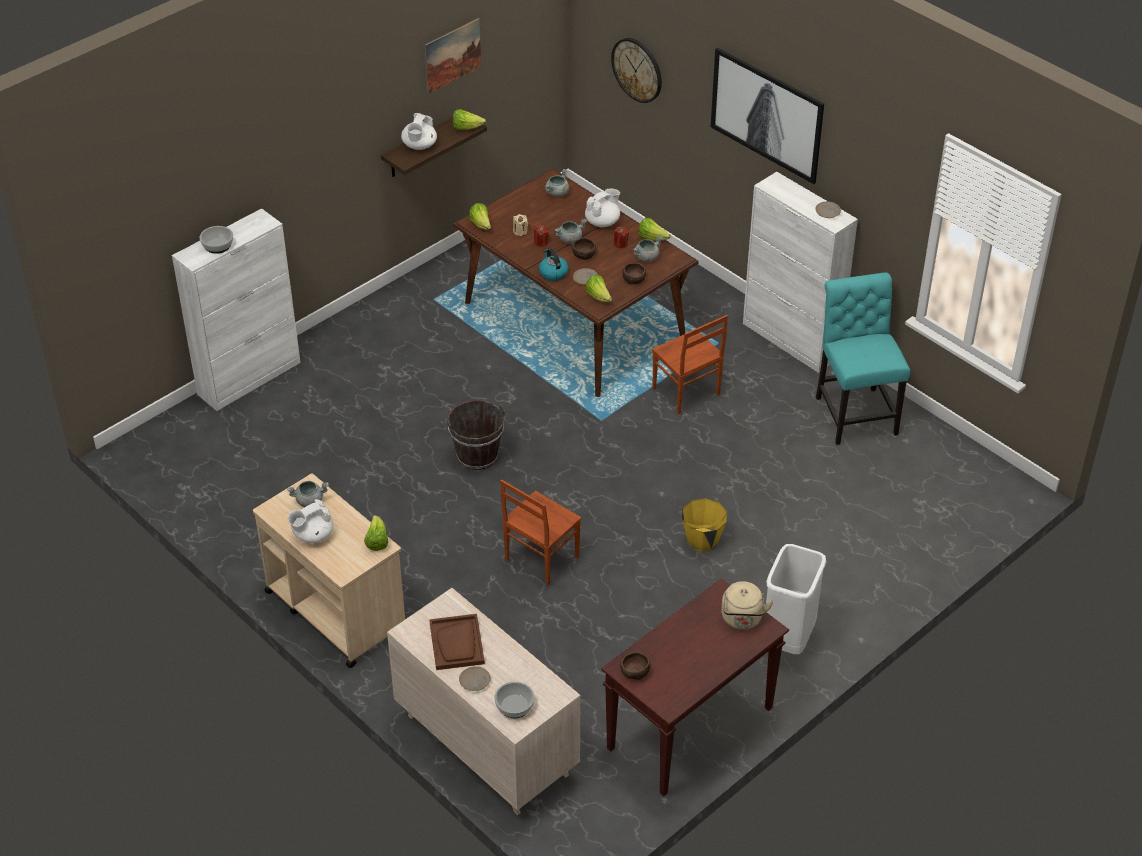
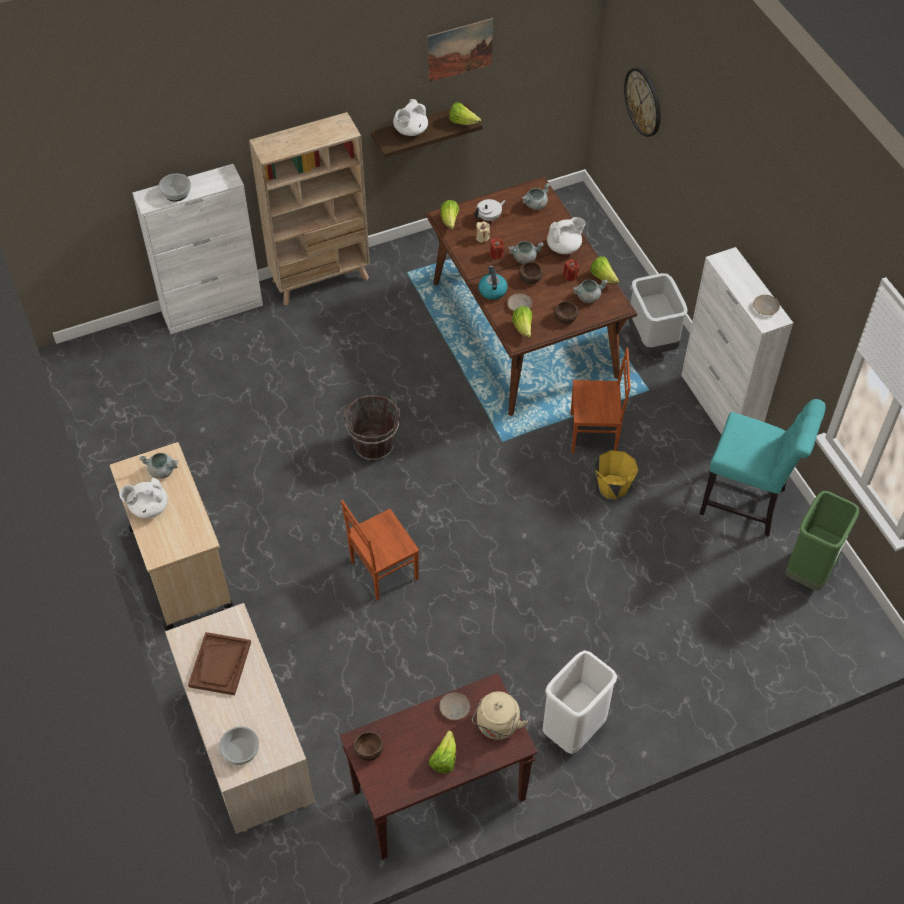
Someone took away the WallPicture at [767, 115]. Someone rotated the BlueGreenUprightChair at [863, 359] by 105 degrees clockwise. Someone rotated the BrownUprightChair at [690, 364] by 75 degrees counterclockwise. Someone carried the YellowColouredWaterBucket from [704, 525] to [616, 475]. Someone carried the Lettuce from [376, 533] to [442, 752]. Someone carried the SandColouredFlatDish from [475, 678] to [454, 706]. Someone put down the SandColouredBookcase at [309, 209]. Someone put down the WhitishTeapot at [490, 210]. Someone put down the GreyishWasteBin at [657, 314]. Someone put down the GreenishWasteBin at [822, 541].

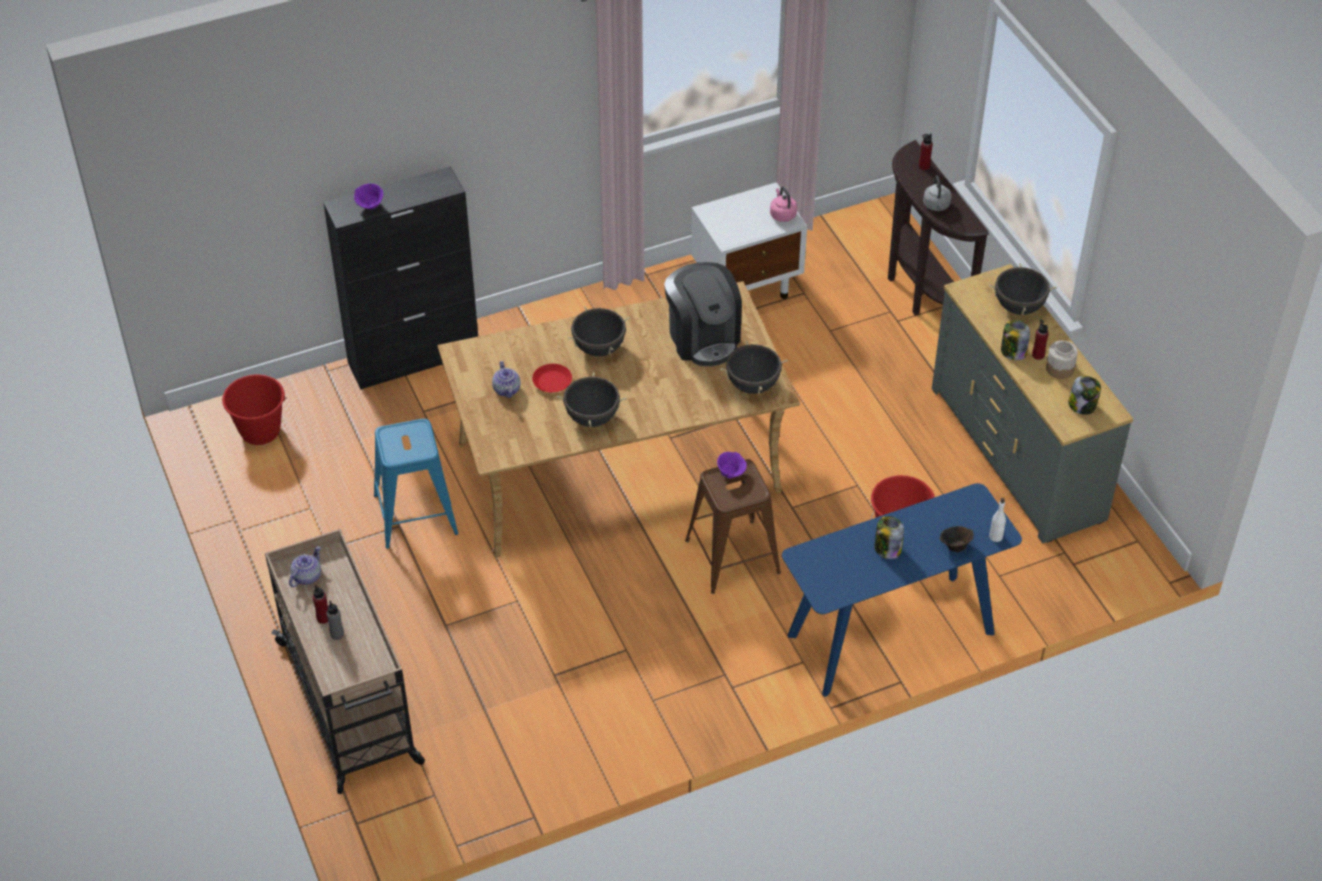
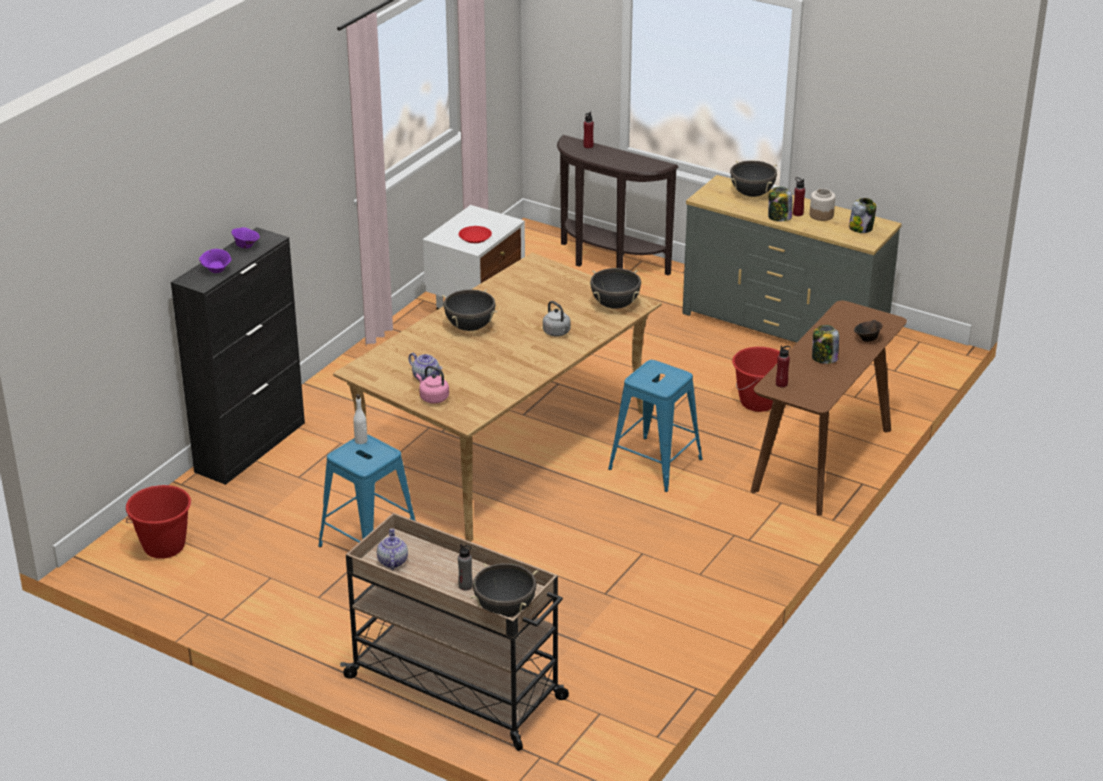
Someone carried the GreyishWaterKettle from [937, 193] to [557, 319]. Someone carried the PinkishWaterKettle from [783, 204] to [432, 385]. Someone took away the CoffeeMachine at [703, 314]. Someone carried the RedColouredFlatDish from [552, 378] to [475, 234]. Someone carried the BlackishStockpot from [591, 400] to [504, 590]. Someone carried the PurpleServingBowl from [732, 465] to [245, 238]. Someone repainted the BrownStoolSeat at [733, 526], which became the BlueColouredStoolSeat at [655, 426]. Someone repainted the BlueColouredHallTable at [902, 590], which became the BrownHallTable at [829, 408]. Someone carried the WhitishDrinkBottle from [997, 520] to [360, 419]. Someone carried the RedColouredDrinkBottle from [320, 604] to [783, 366].

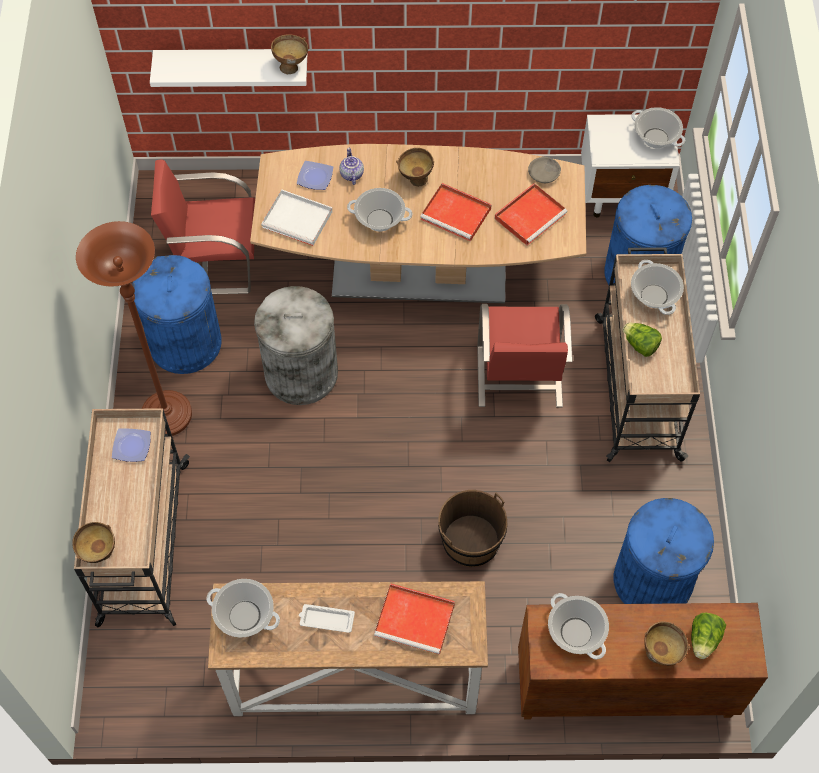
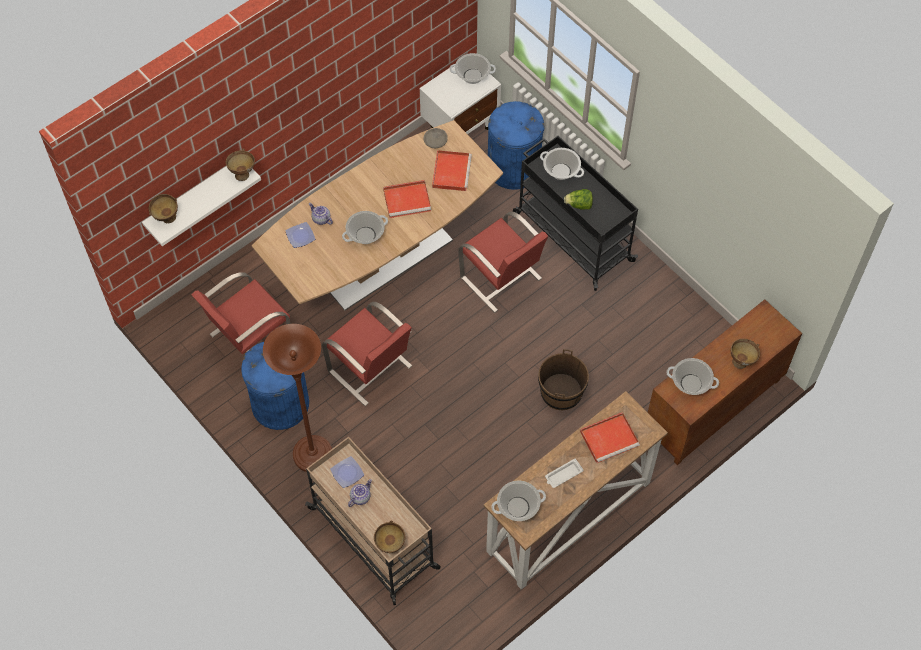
Someone carried the BrownServingBowl from [415, 167] to [163, 208]. Someone took away the WhitishTray at [296, 217]. Someone repainted the SandColouredCart at [647, 355], which became the BlackishCart at [575, 213]. Someone swapped the GreyishWasteBin at [296, 345] for the RedColouredUprightChair at [367, 354]. Someone took away the BlueColouredWasteBin at [664, 551]. Someone took away the Lettuce at [708, 636]. Someone put down the Teapot at [360, 493].

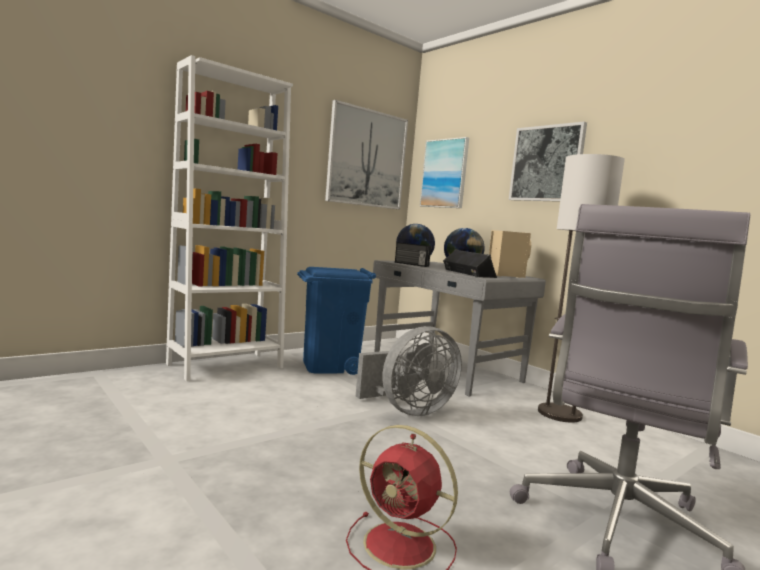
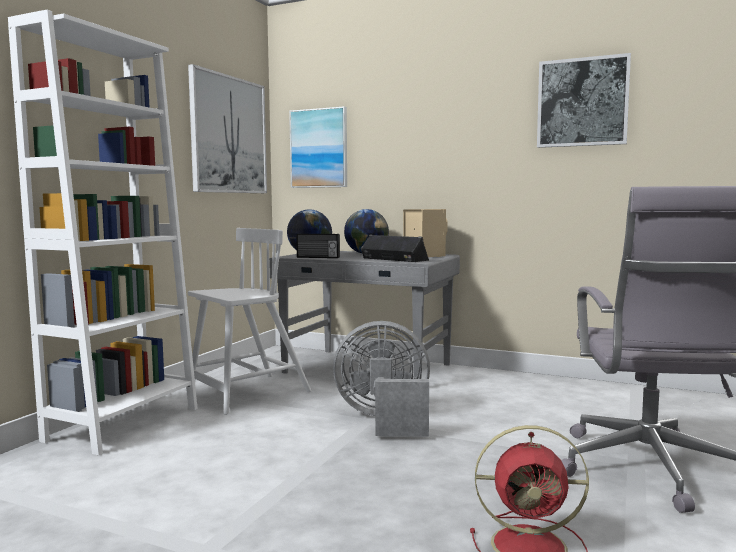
Someone carried the WallPicture from [548, 162] to [584, 100]. Someone took away the StandardLamp at [581, 288]. Someone swapped the BlueColouredWasteBin at [336, 321] for the WhitishUprightChair at [249, 321]. Someone rotated the GreyishCoolingFan at [409, 371] by 120 degrees counterclockwise.

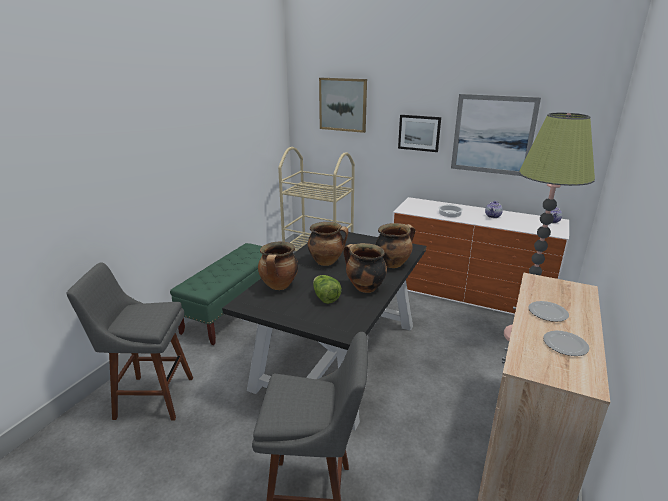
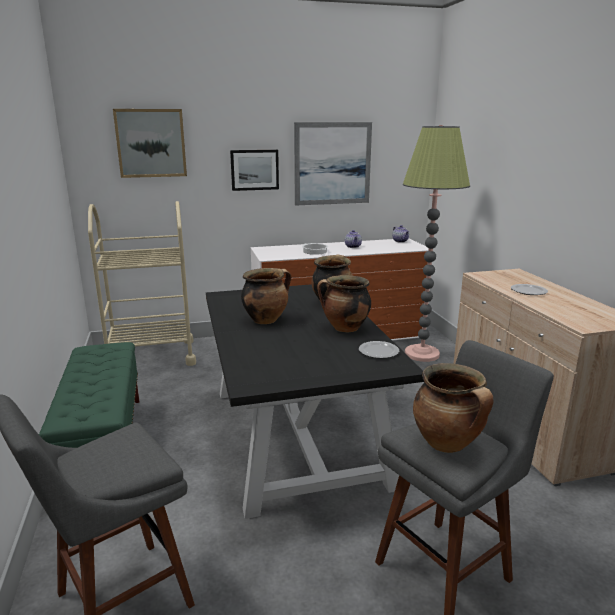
Someone carried the Stockpot from [278, 266] to [453, 408]. Someone took away the Lettuce at [327, 289]. Someone carried the FlatDish from [566, 343] to [379, 349].

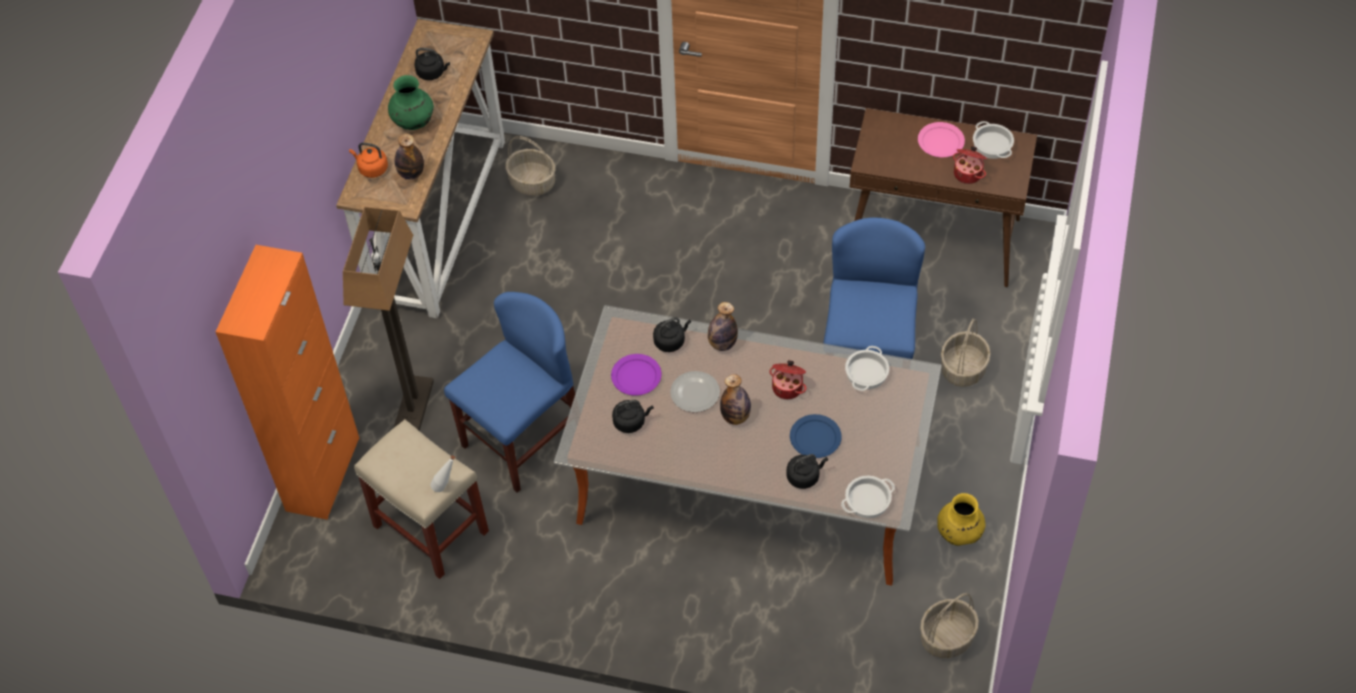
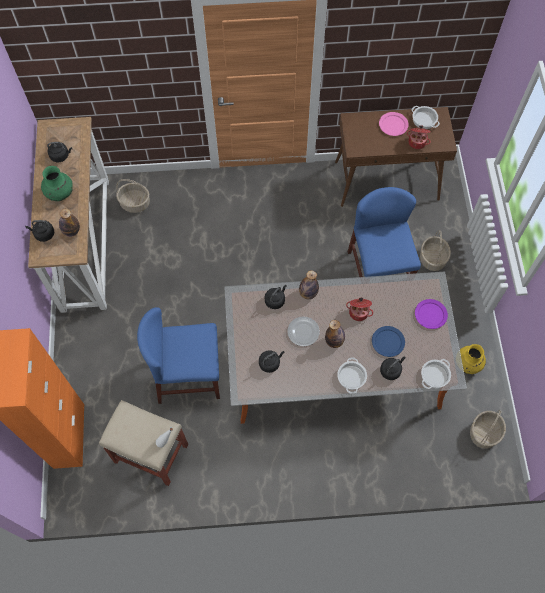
Someone repainted the OrangeyWaterKettle at [368, 160], which became the BlackishWaterKettle at [39, 231]. Someone took away the StandardLamp at [388, 319]. Someone rotated the BlueColouredUprightChair at [509, 392] by 120 degrees counterclockwise. Someone carried the Stockpot from [867, 368] to [352, 375]. Someone carried the PurpleFlatDish from [636, 375] to [431, 314].

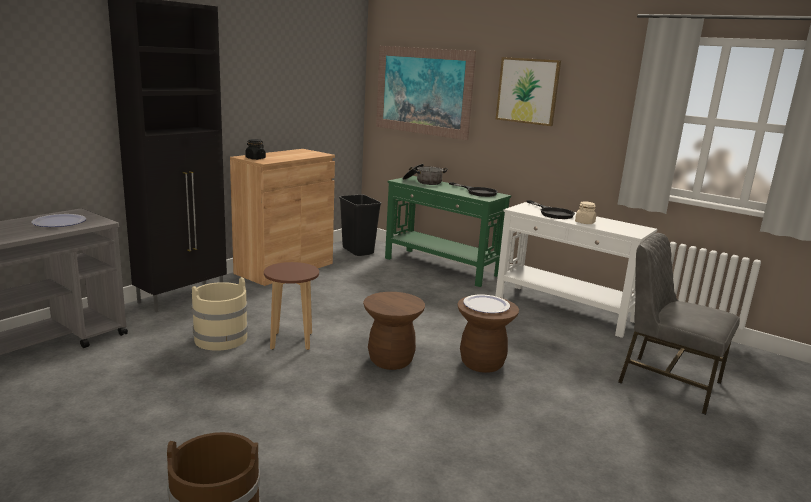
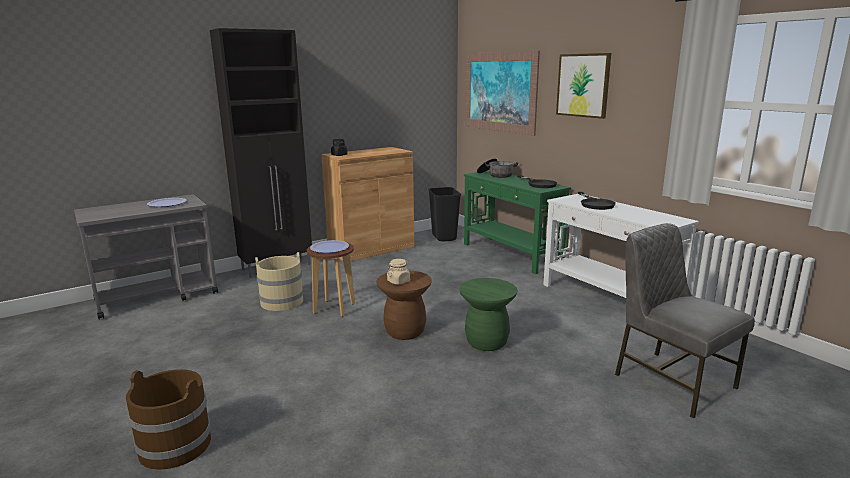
Someone carried the SandColouredJar from [585, 212] to [398, 272]. Someone carried the FlatDish from [486, 303] to [329, 246]. Someone repainted the BrownStoolSeat at [488, 334], which became the GreenishStoolSeat at [488, 314].

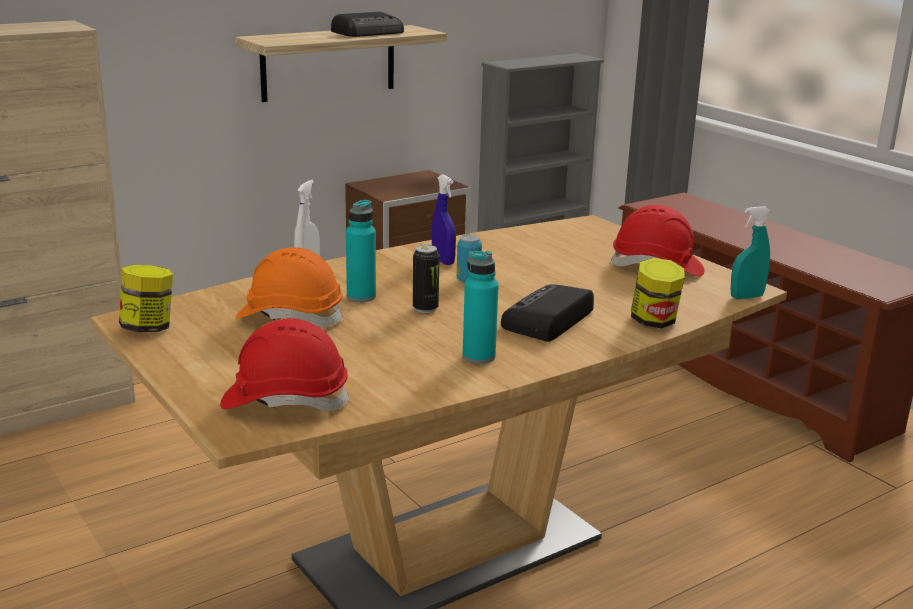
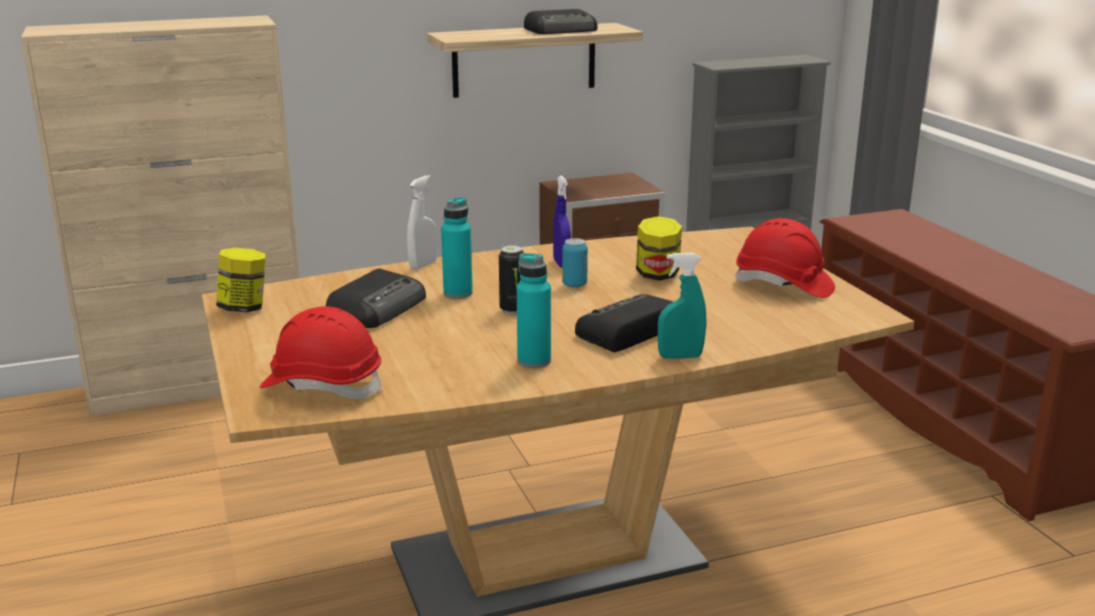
Someone carried the BlueGreenSprayBottle from [751, 252] to [682, 306]. Someone swapped the OrangeyWorkHelmet at [290, 287] for the RadioSet at [376, 298]. Someone carried the Jar from [658, 293] to [659, 248].

